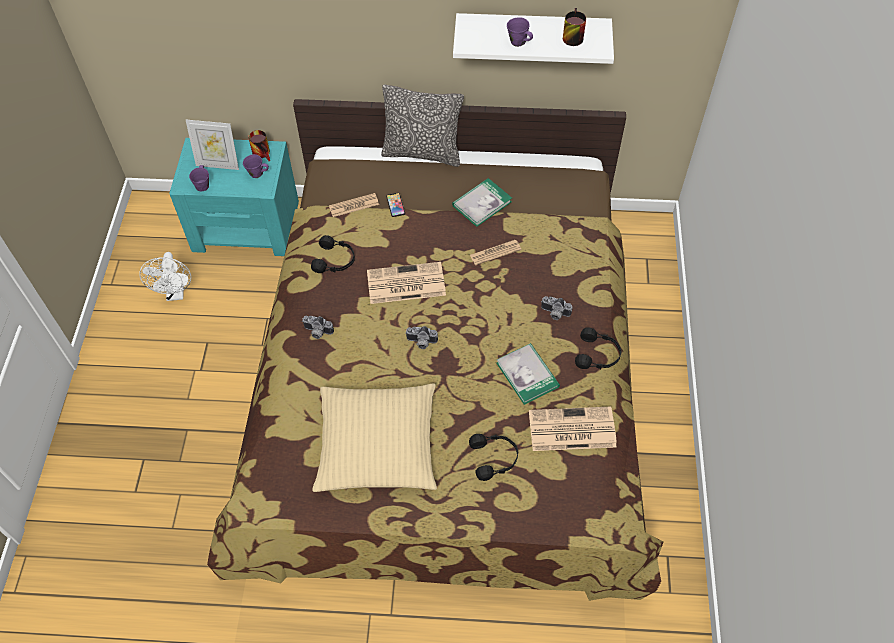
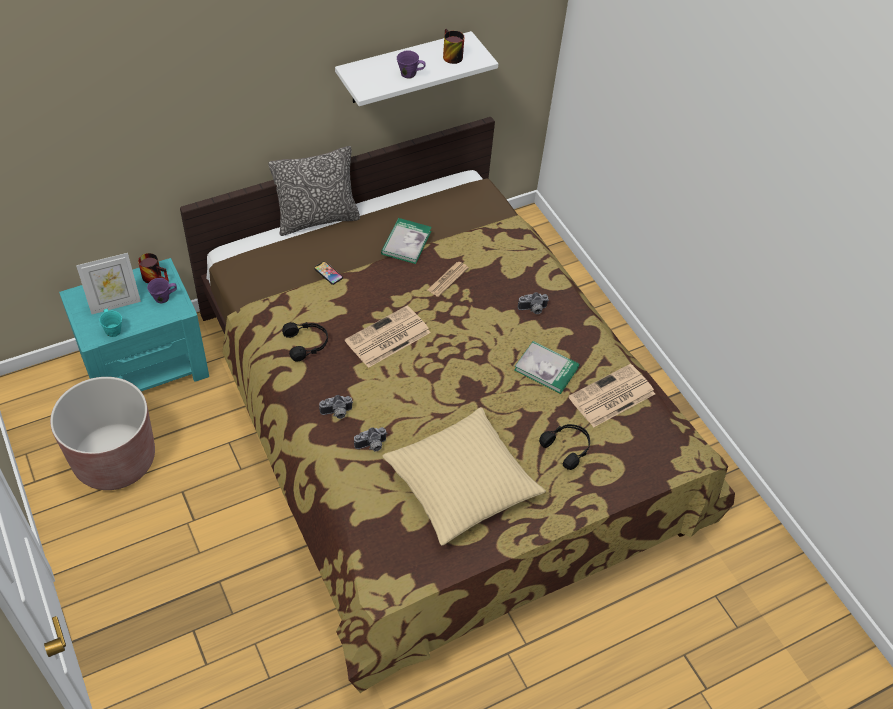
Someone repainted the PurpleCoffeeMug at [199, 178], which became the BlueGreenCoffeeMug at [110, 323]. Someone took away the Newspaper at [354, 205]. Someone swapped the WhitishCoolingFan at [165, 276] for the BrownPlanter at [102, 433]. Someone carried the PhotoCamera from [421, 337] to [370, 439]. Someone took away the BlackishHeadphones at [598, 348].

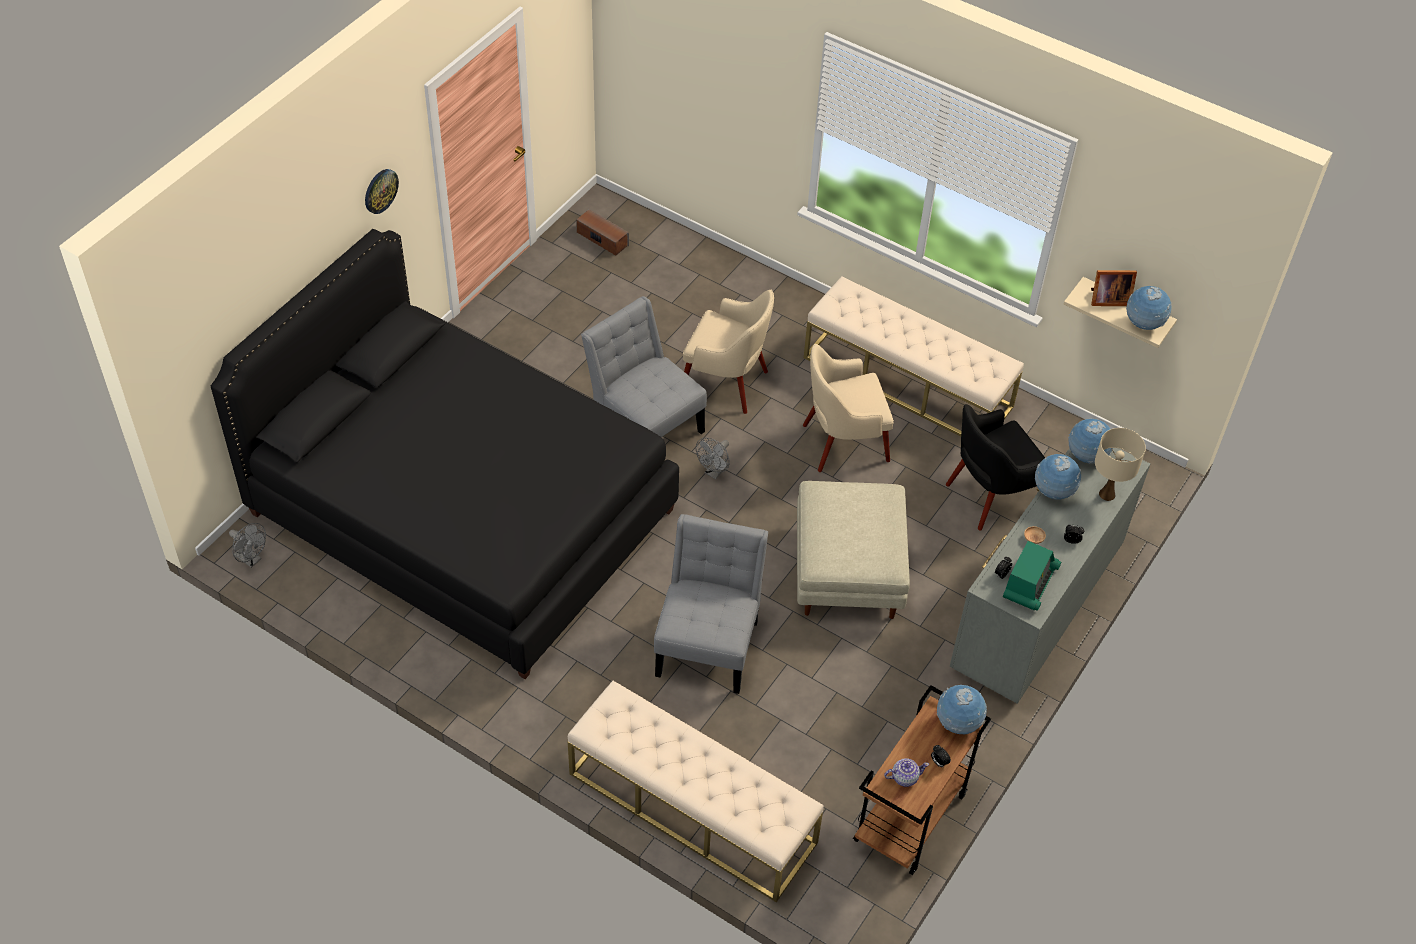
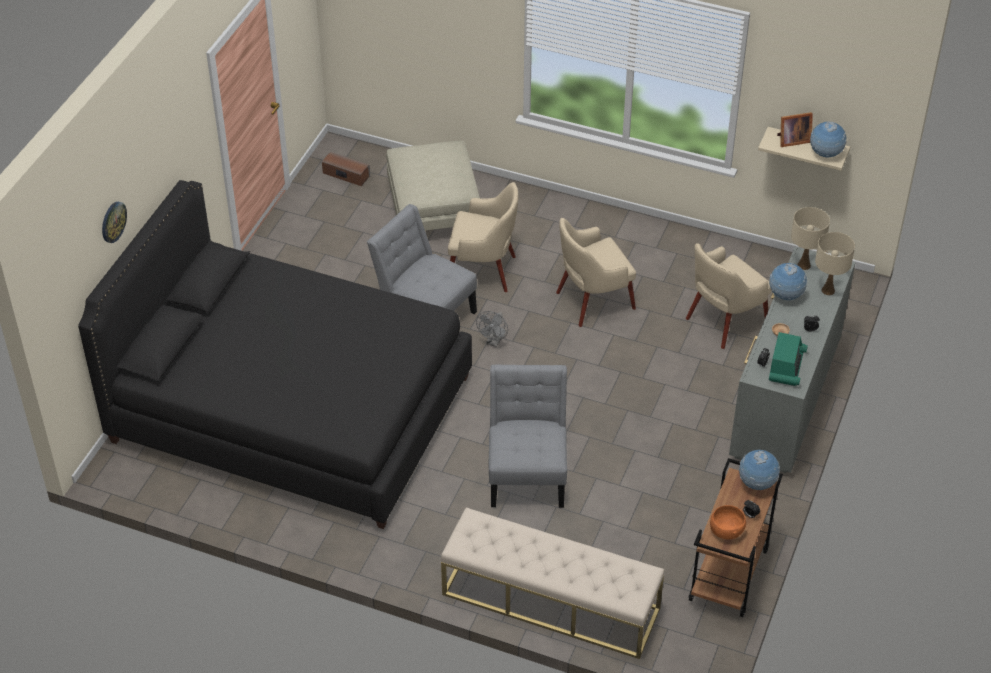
Someone carried the HangingClock from [382, 191] to [114, 222]. Someone took away the SandColouredLongSeat at [914, 356]. Someone repainted the BlackishArmchair at [995, 467], which became the SandColouredArmchair at [729, 296]. Someone swapped the Globe at [1090, 441] for the SandColouredTableLamp at [810, 238]. Someone carried the SandColouredOttoman from [853, 550] to [433, 186]. Someone took away the GreyishCoolingFan at [247, 545]. Someone swapped the Teapot at [906, 772] for the OrangeyServingBowl at [728, 522].

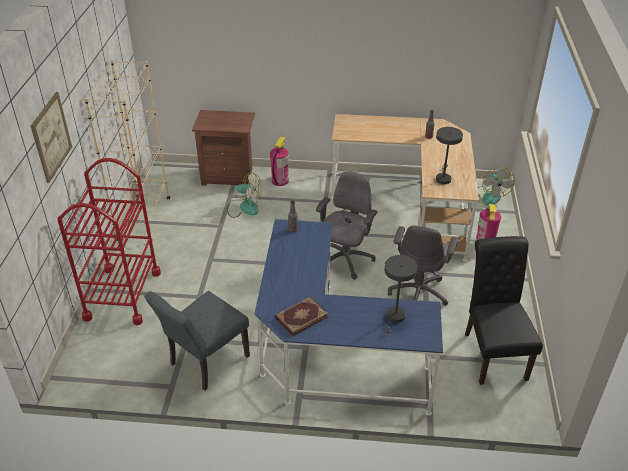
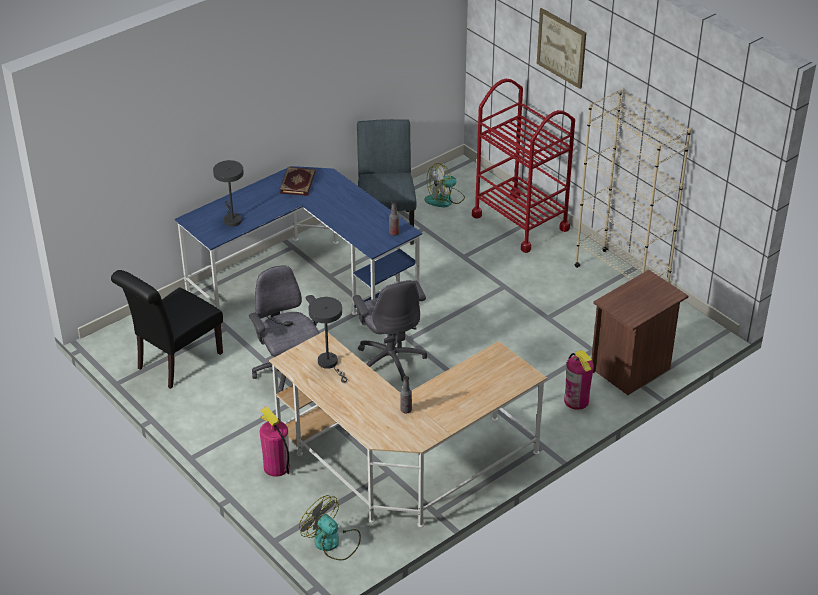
Someone carried the CoolingFan from [244, 195] to [445, 185]. Someone rotated the BlackishUprightChair at [504, 310] by 90 degrees clockwise.

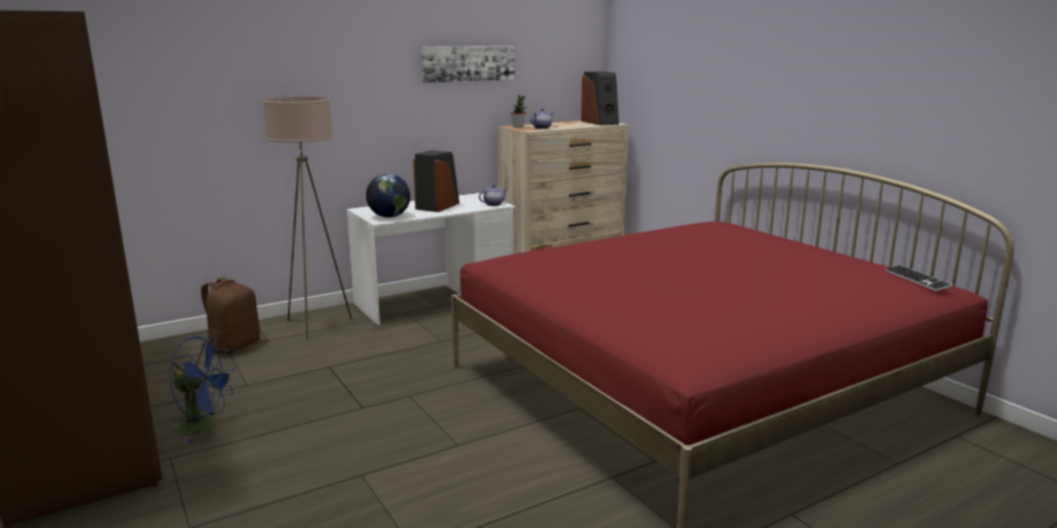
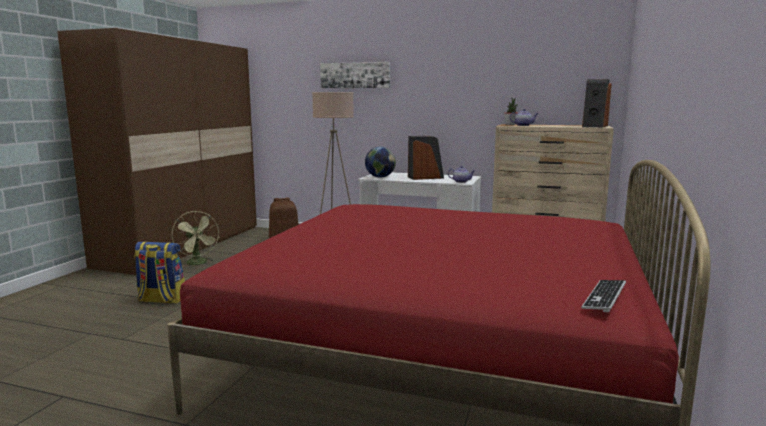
Someone carried the WallPicture from [468, 64] to [355, 75]. Someone repainted the BlueColouredCoolingFan at [202, 389], which became the GreenishCoolingFan at [196, 239]. Someone put down the Backpack at [159, 273].

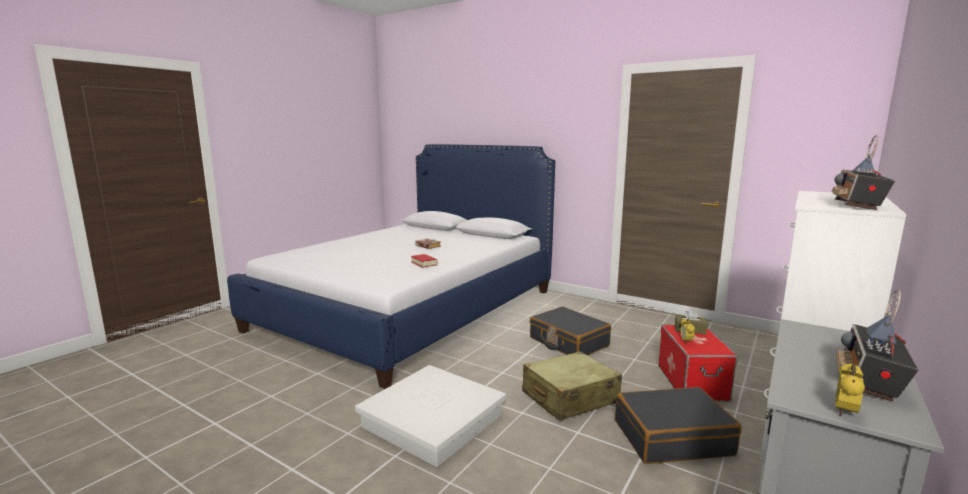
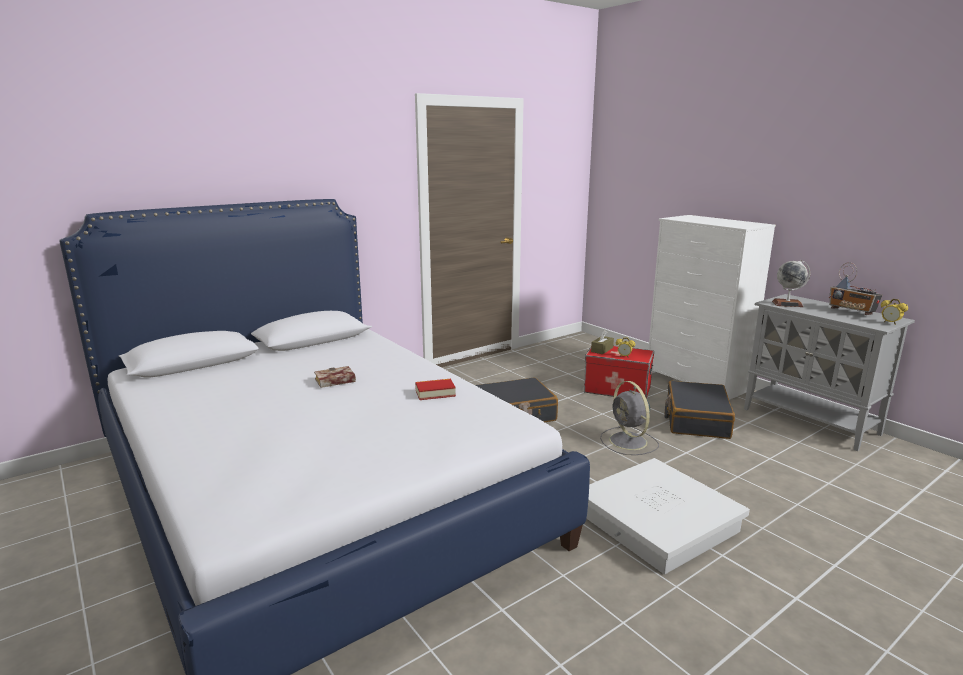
Someone took away the RadioSet at [863, 172]. Someone swapped the SandColouredPieceOfLuggage at [572, 386] for the GreyishCoolingFan at [629, 418]. Someone put down the Globe at [791, 283].

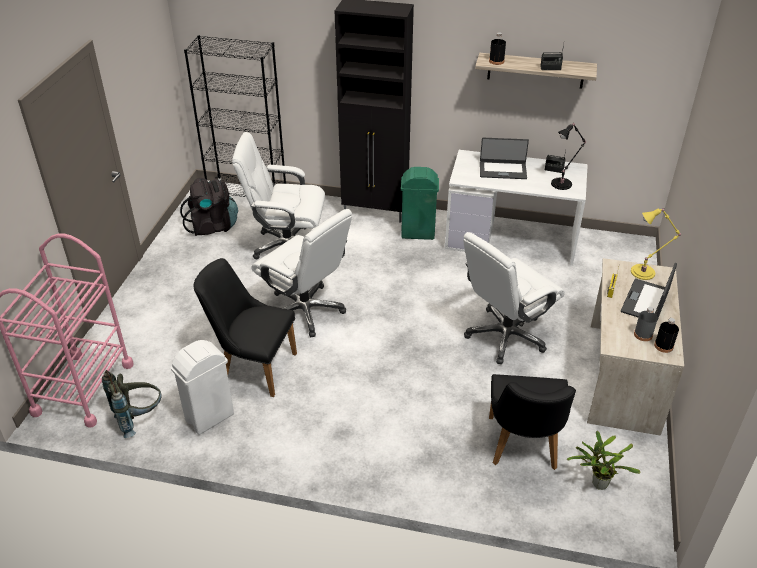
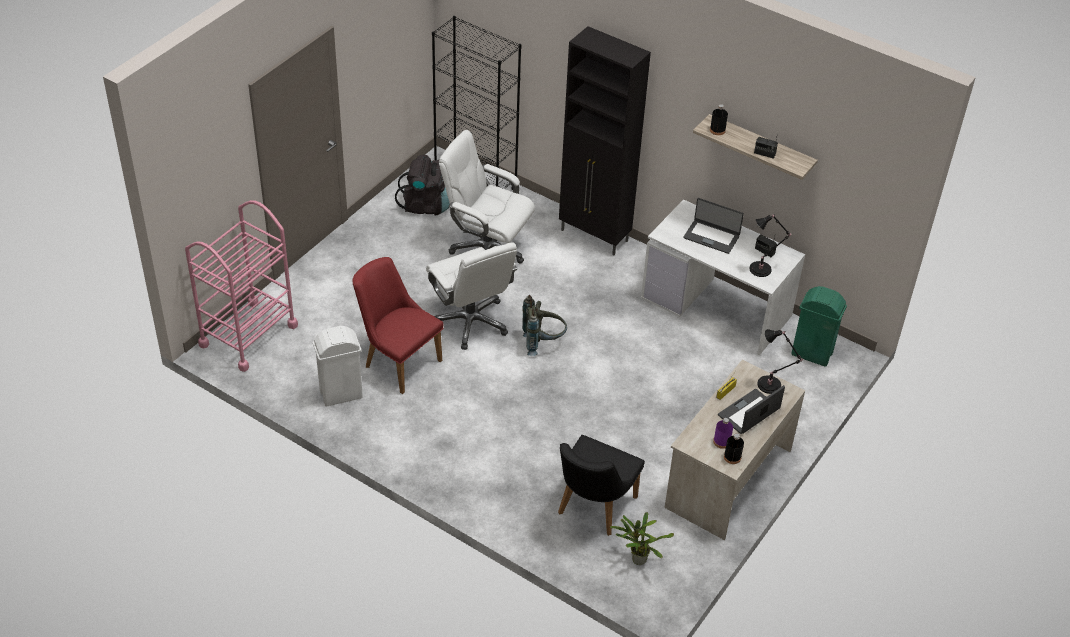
Someone carried the GreenishWasteBin from [420, 203] to [819, 326]. Someone repainted the YellowColouredTableLamp at [656, 244], which became the BlackishTableLamp at [780, 361]. Someone took away the WhitishOfficeChair at [514, 298]. Someone repainted the BlackishUprightChair at [245, 327], which became the RedColouredUprightChair at [397, 325]. Someone repainted the GreyishDrinkBottle at [646, 324], which became the PurpleDrinkBottle at [723, 433]. Someone carried the GreyishBackpack from [132, 404] to [544, 325].

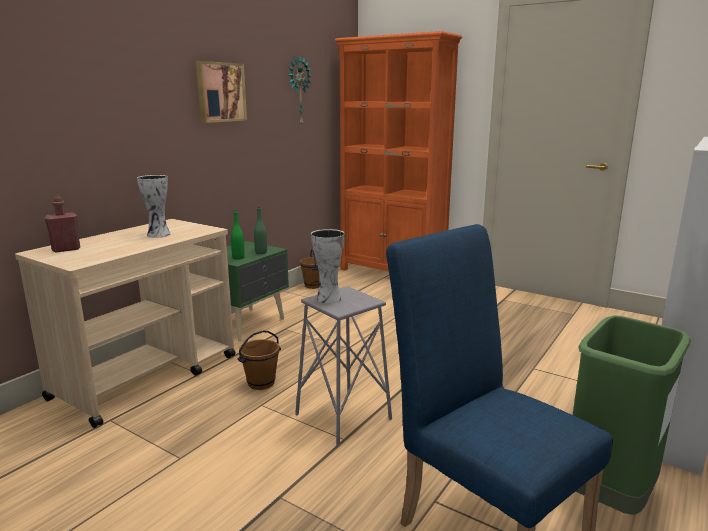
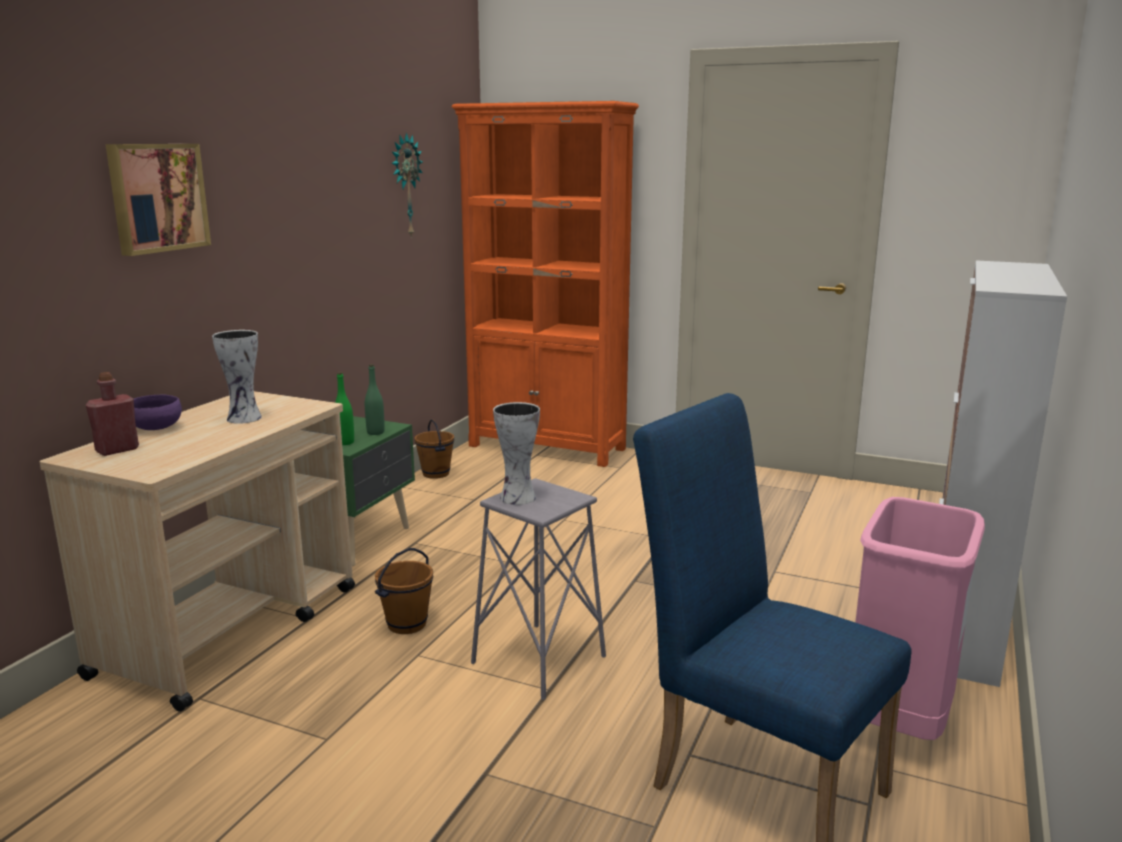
Someone carried the WallPicture from [221, 92] to [158, 200]. Someone repainted the GreenishWasteBin at [631, 415], which became the PinkishWasteBin at [920, 618]. Someone put down the PurpleServingBowl at [158, 412].

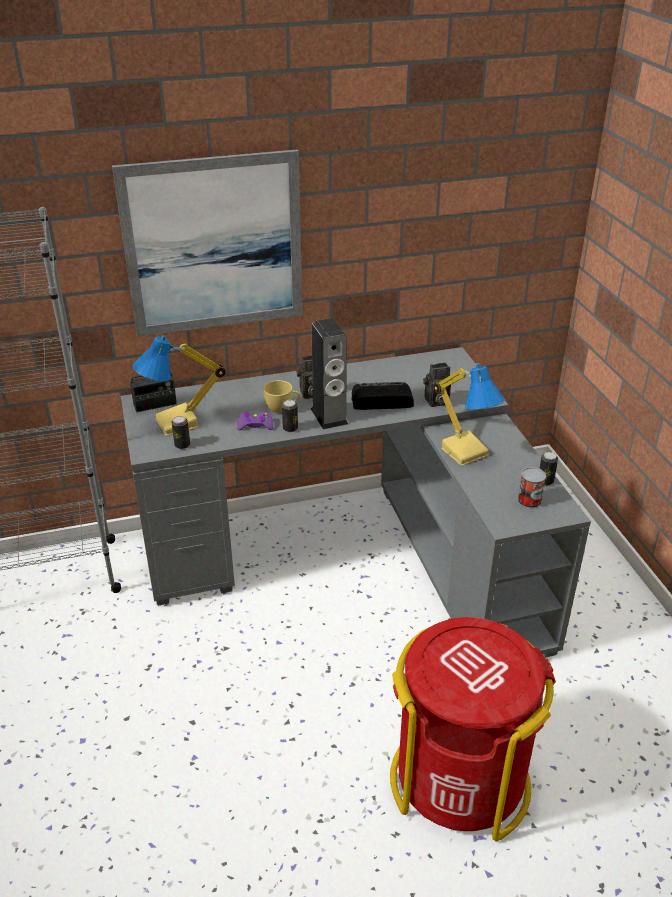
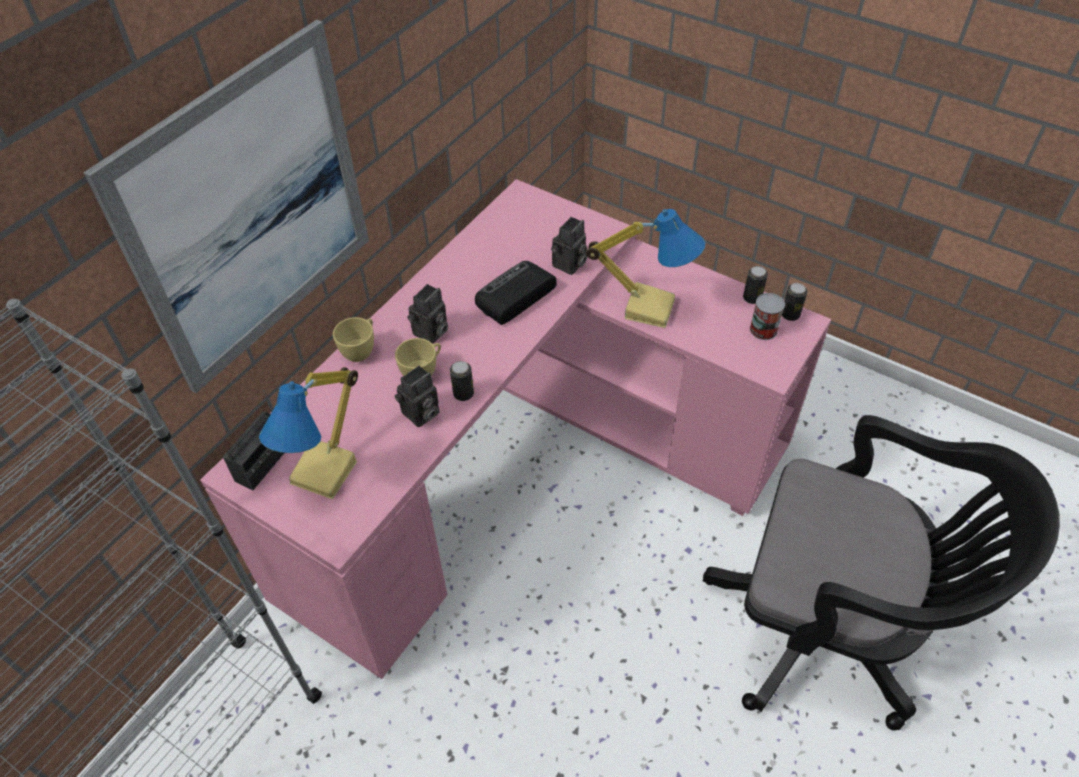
Someone took away the Loudspeaker at [329, 373]. Someone repainted the GreyishDeskUnit at [356, 502], which became the PinkishDeskUnit at [515, 429]. Someone swapped the PurpleGamepad at [255, 421] for the PhotoCamera at [417, 396]. Someone carried the SealedCan from [181, 432] to [794, 302]. Someone swapped the RedColouredWasteBin at [473, 729] for the BlackishOfficeChair at [881, 573]. Someone put down the YellowColouredSmallCup at [353, 339].

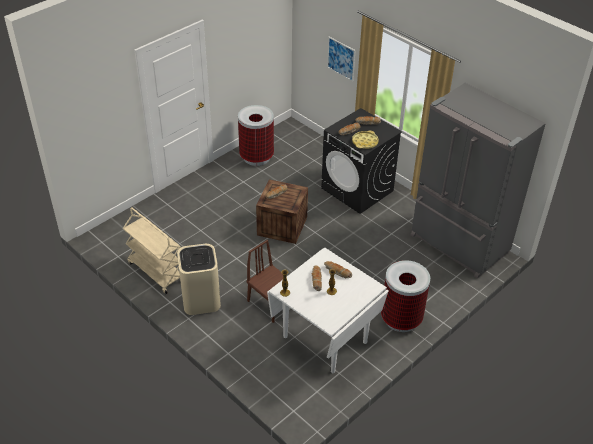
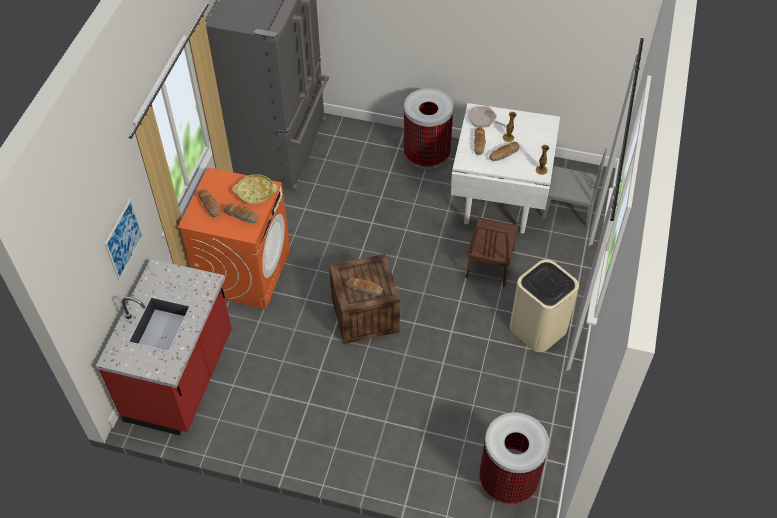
Someone carried the WasteBin from [256, 135] to [514, 458]. Someone repainted the BlackishLaundryAppliance at [361, 161], which became the OrangeyLaundryAppliance at [234, 238]. Someone took away the SandColouredCart at [151, 250]. Someone put down the Skillet at [487, 116]. Someone put down the GreyishUprightChair at [574, 188]. Someone put down the RedColouredCounter at [164, 347].

